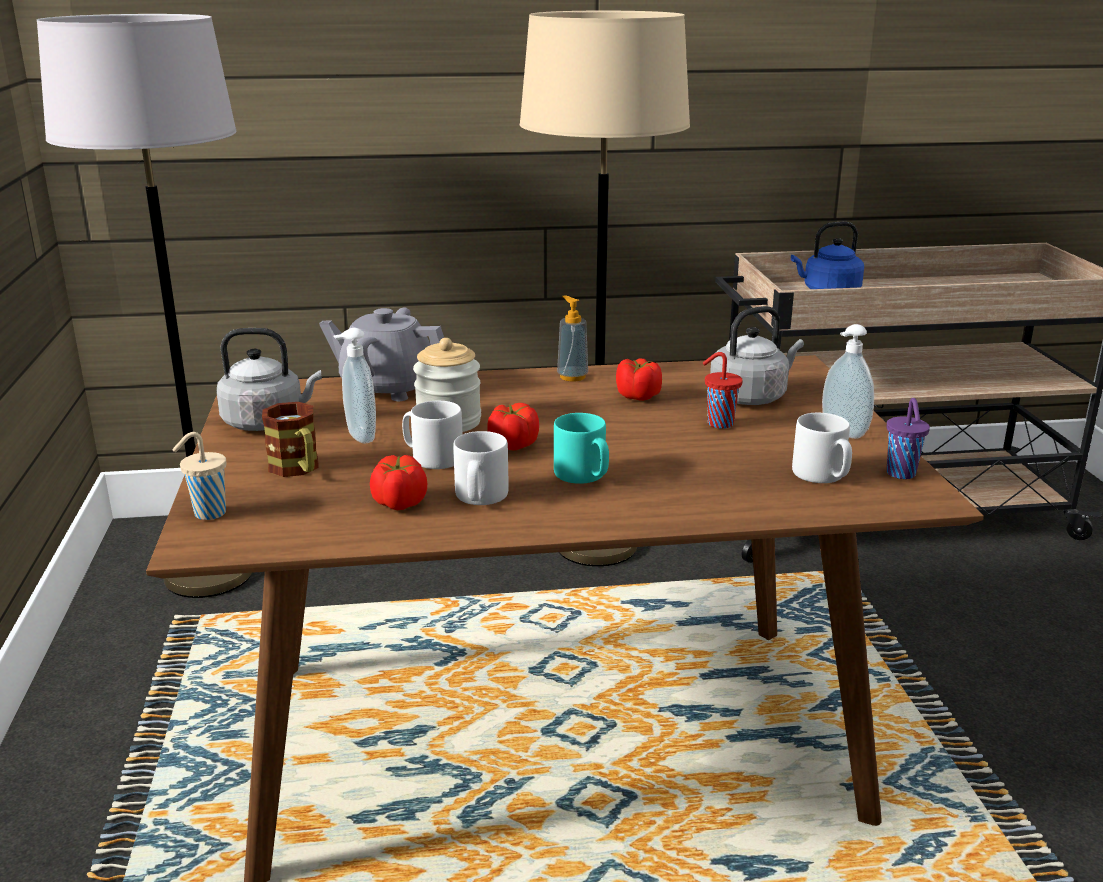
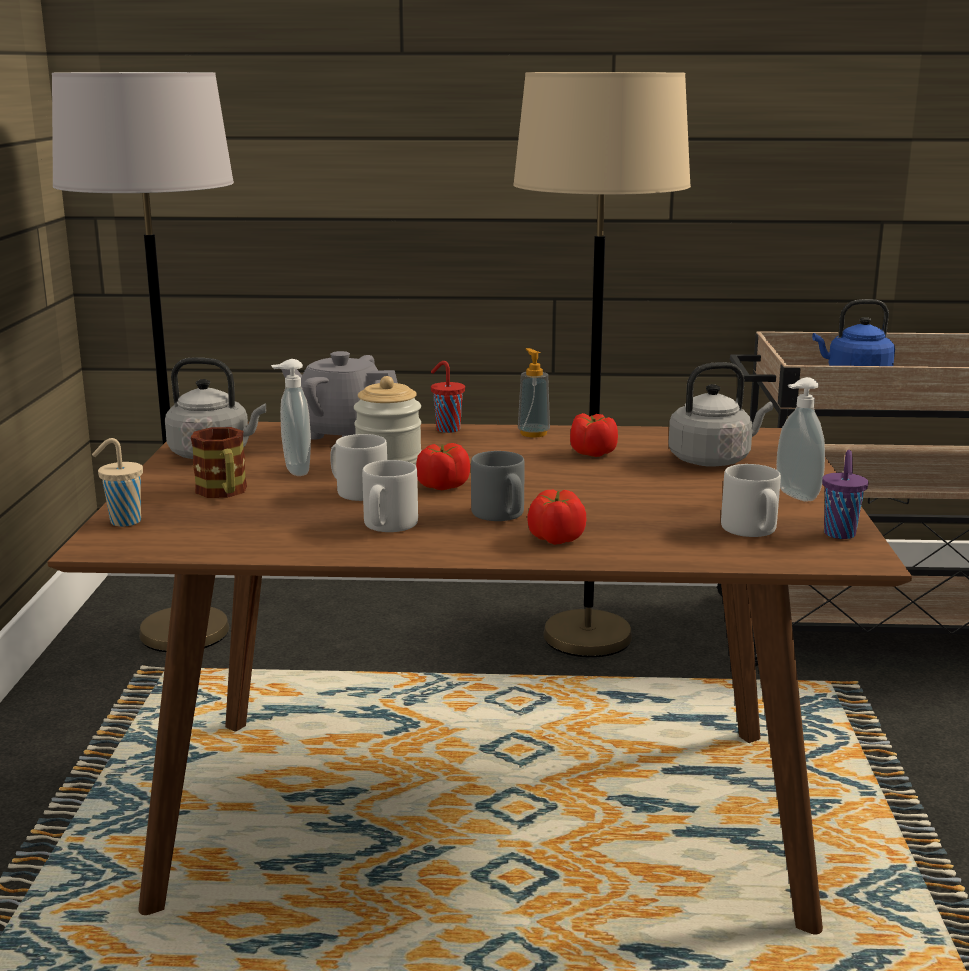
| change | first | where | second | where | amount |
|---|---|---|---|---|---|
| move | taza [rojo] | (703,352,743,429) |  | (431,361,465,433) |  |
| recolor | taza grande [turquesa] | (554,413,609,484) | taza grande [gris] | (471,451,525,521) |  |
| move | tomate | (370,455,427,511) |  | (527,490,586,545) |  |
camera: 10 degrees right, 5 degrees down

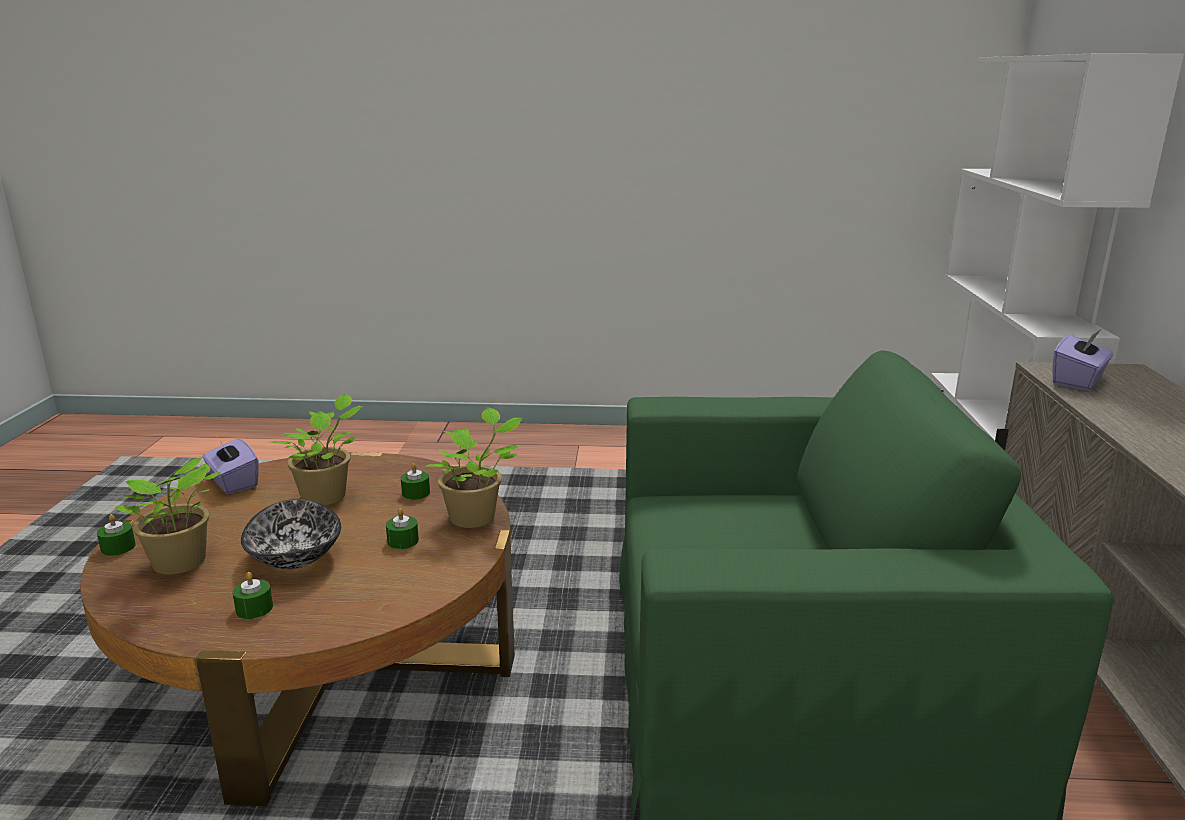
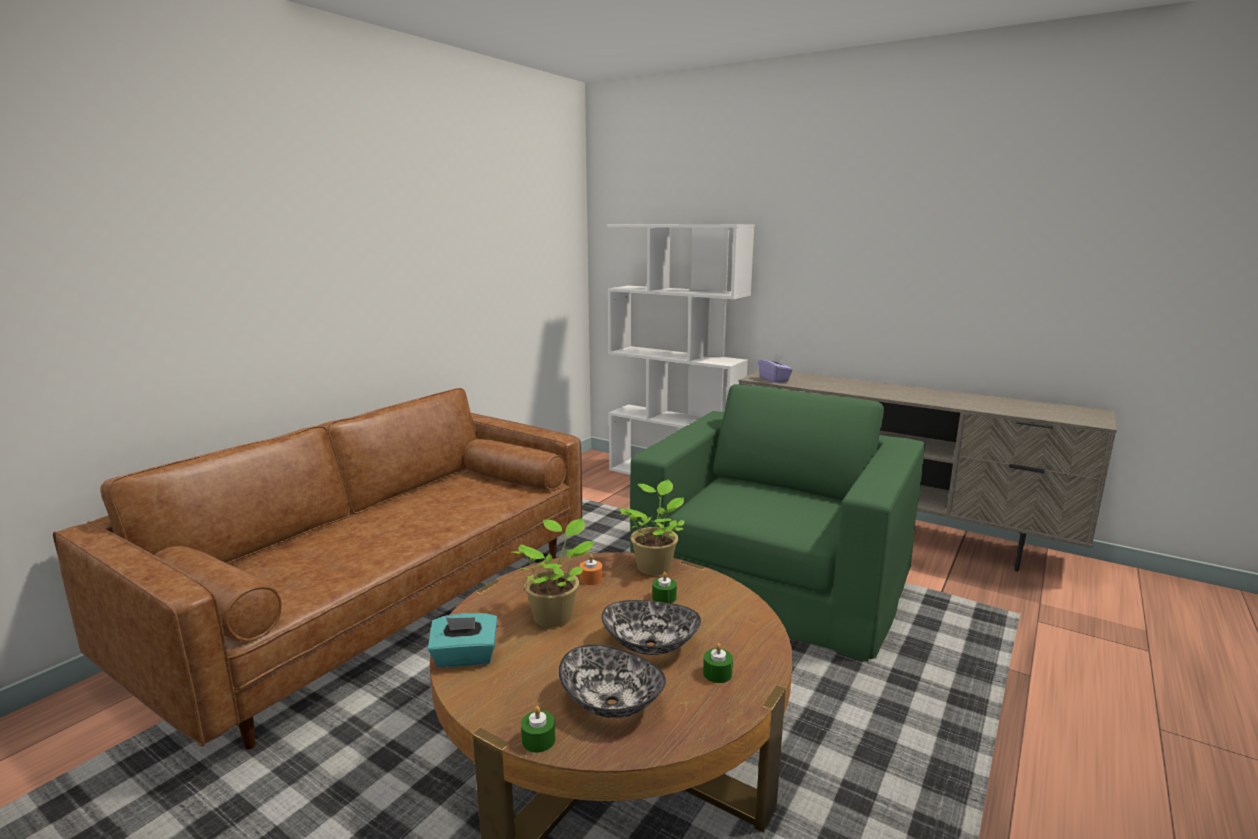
| change | first | where | second | where | amount |
|---|---|---|---|---|---|
| insert |  |  | sofá [marrón] | (53,388,582,750) |  |
| recolor | caja de pañuelos [morado] | (202,436,259,494) | caja de pañuelos [turquesa] | (428,613,498,668) |  |
| replace | planta en maceta | (115,457,221,575) | cuenco | (559,644,666,718) |  |
| recolor | vela [verde] | (401,463,430,500) | vela [naranja] | (580,554,603,585) |  |
camera: 60 degrees left, 5 degrees down

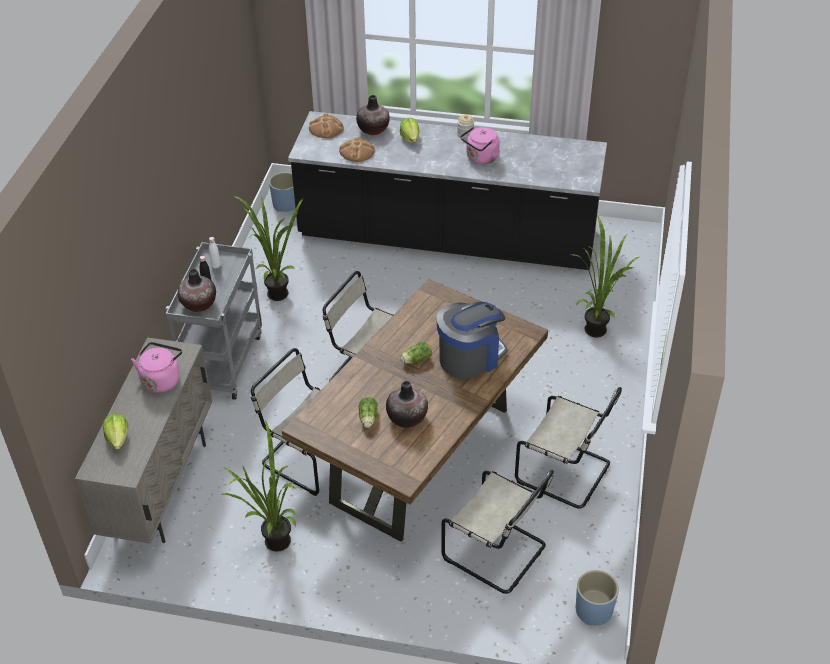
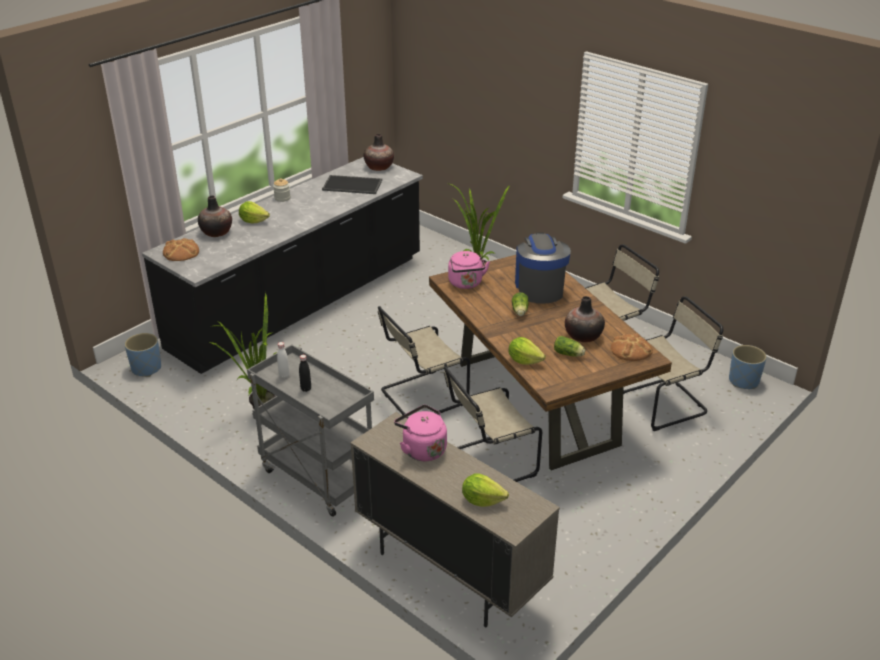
| change | first | where | second | where | amount |
|---|---|---|---|---|---|
| insert |  |  | bandeja | (322,175,382,194) |  |
| move | florero | (178,269,216,312) |  | (363,134,394,171) |  |
| move | hervidor [rosa] | (460,127,500,164) |  | (448,251,490,289) |  |
| insert |  |  | lechuga | (508,337,546,365) |  |
| move | pan | (339,137,375,162) |  | (611,333,653,361) |  |
| delete | planta en maceta | (221,420,297,552) |  |  |  |
camera: 60 degrees left, 10 degrees down

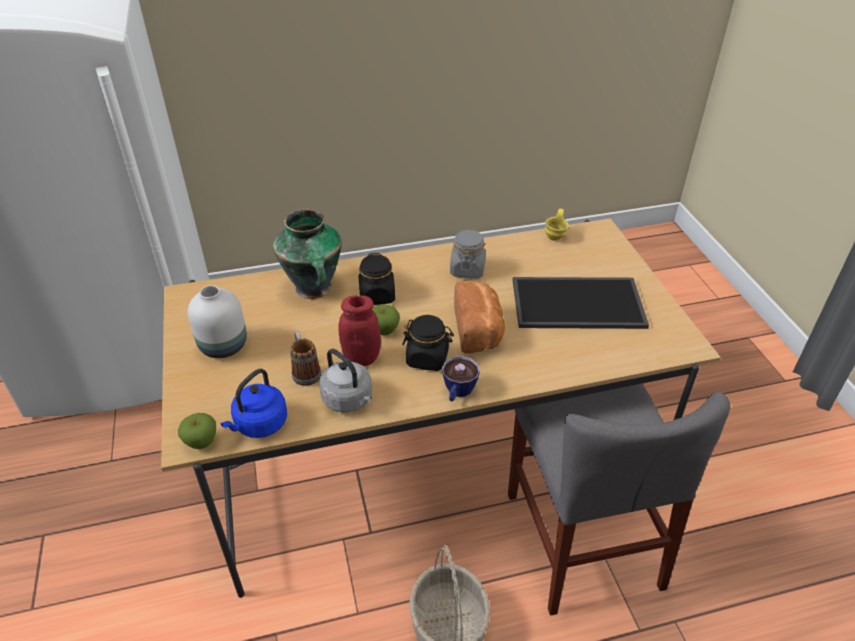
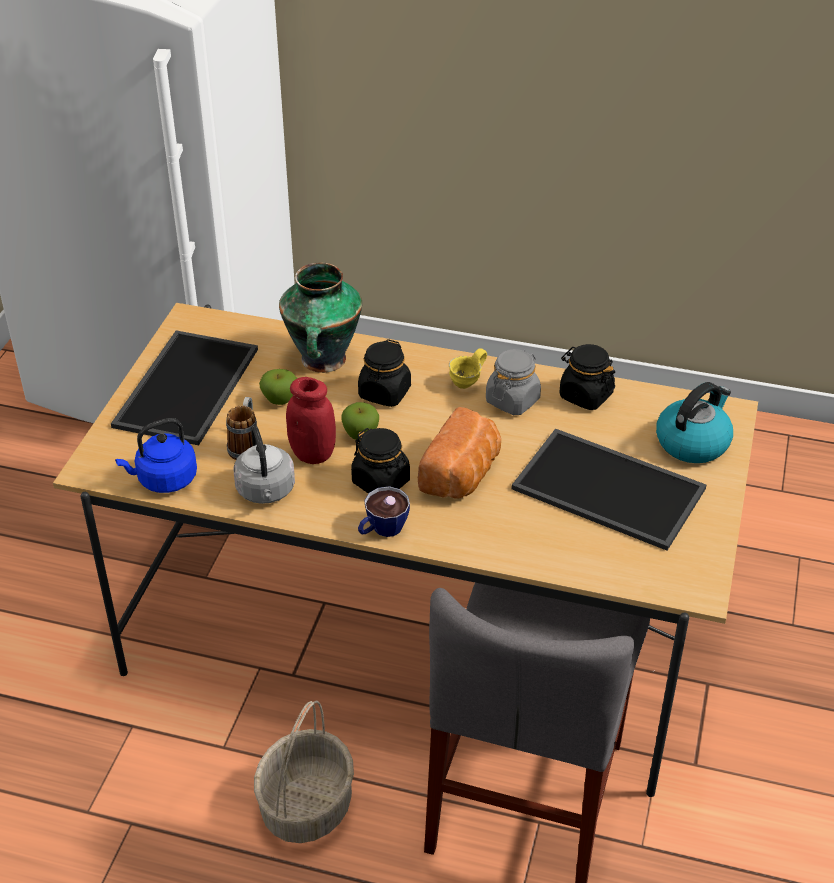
| change | first | where | second | where | amount |
|---|---|---|---|---|---|
| replace | florero [blanco] | (188,285,247,358) | bandeja | (111,330,258,445) |  |
| move | manzana | (178,413,216,449) |  | (259,369,297,405) |  |
| move | taza grande [amarillo] | (545,209,569,241) |  | (449,348,487,389) |  |
| insert |  |  | tarro [negro] | (559,344,615,410) |  |
| insert |  |  | hervidor | (656,382,733,463) |  |
camera: 30 degrees right, 0 degrees up

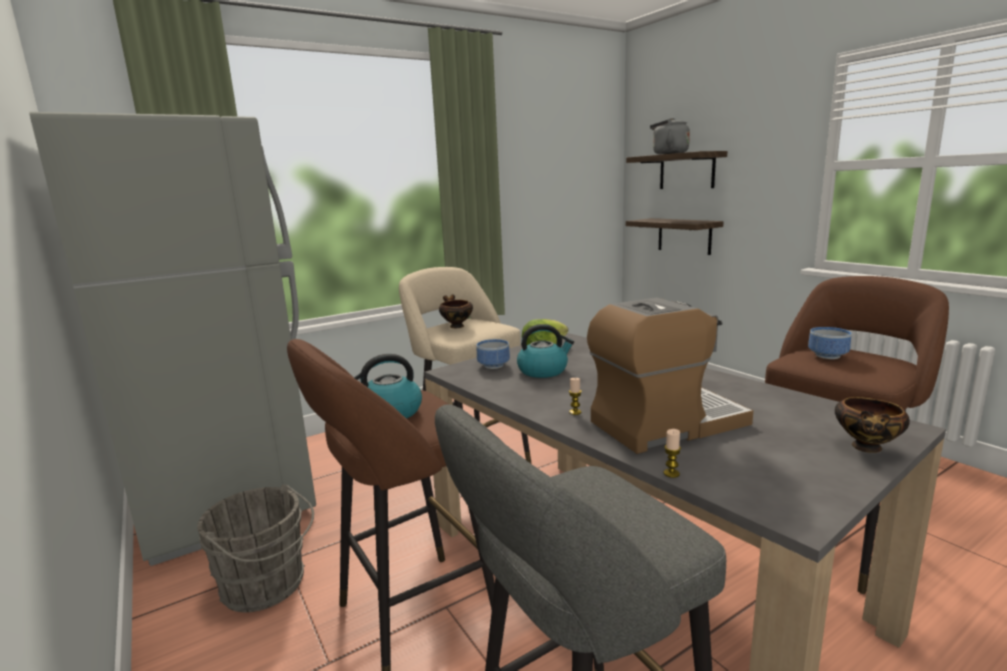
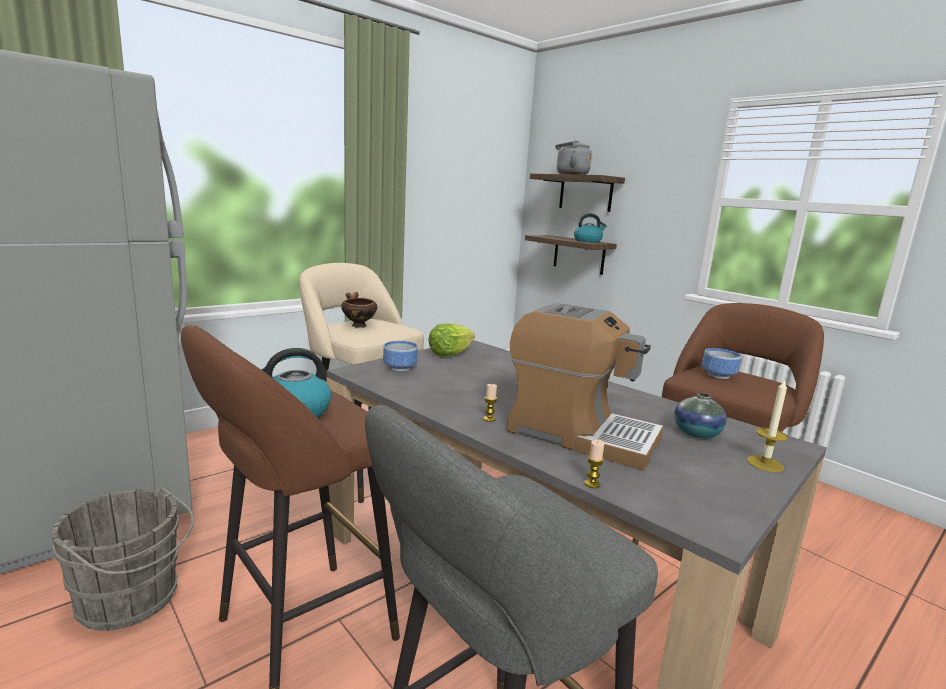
| change | first | where | second | where | amount |
|---|---|---|---|---|---|
| rotate | cafetera | (587,298,753,454) |  | (506,303,664,471) | 60 degrees clockwise |
| move | hervidor | (517,324,574,378) |  | (574,213,606,243) |  |
| insert |  |  | florero | (674,393,727,439) |  |
| replace | cuenco | (835,397,910,453) | vela | (747,379,788,472) |  |
camera: 10 degrees left, 0 degrees up

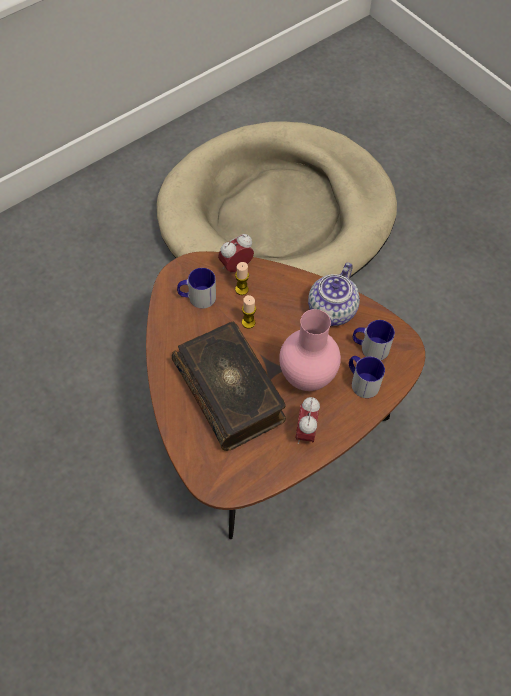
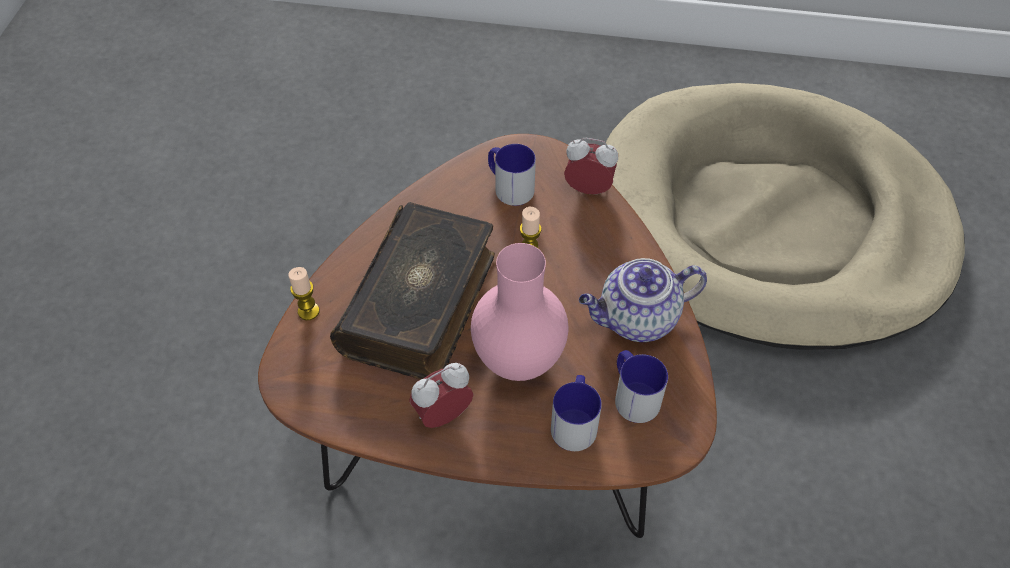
| change | first | where | second | where | amount |
|---|---|---|---|---|---|
| move | vela | (235,262,249,295) |  | (288,267,320,320) |  |
camera: 50 degrees right, 5 degrees down

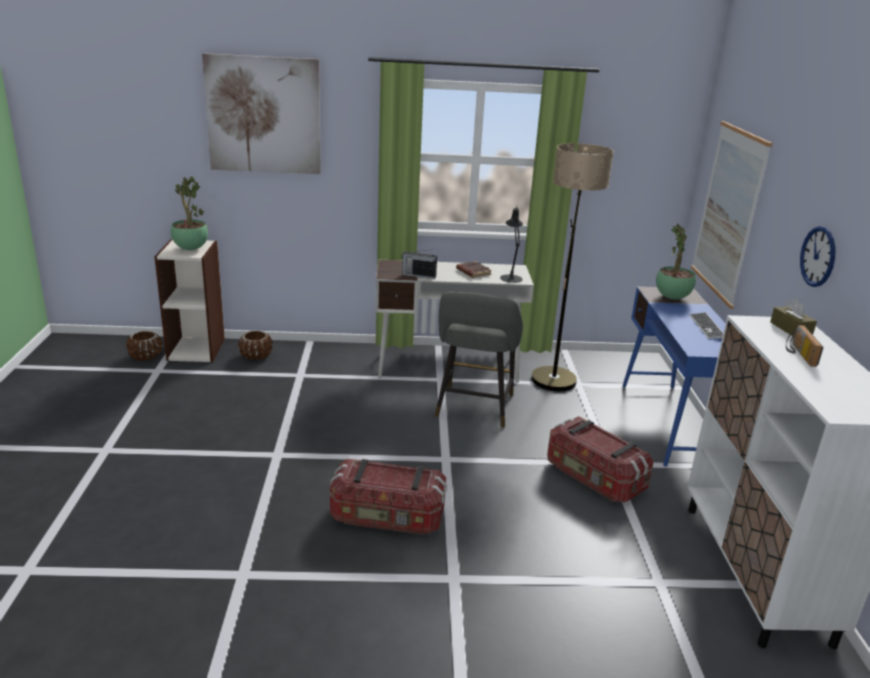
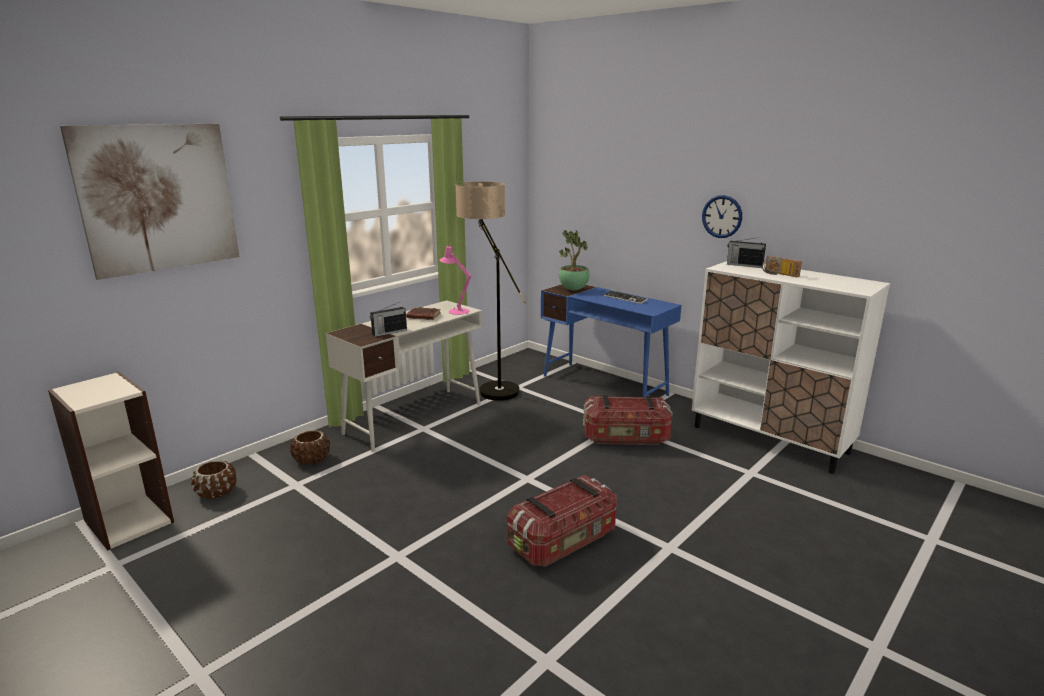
| change | first | where | second | where | amount |
|---|---|---|---|---|---|
| move | maceta [marrón] | (126,331,162,361) |  | (290,430,330,465) |  |
| recolor | lámpara de mesa [negro] | (500,206,523,283) | lámpara de mesa [rosa] | (440,244,471,315) |  |
| replace | caja de pañuelos [marrón] | (770,299,817,336) | radio | (727,237,766,268) |  |
| delete | planta en maceta | (171,176,208,250) |  |  |  |
| delete | taburete [gris] | (435,292,523,428) |  |  |  |
| delete | cuadro | (691,121,772,309) |  |  |  |
camera: 45 degrees left, 5 degrees down

